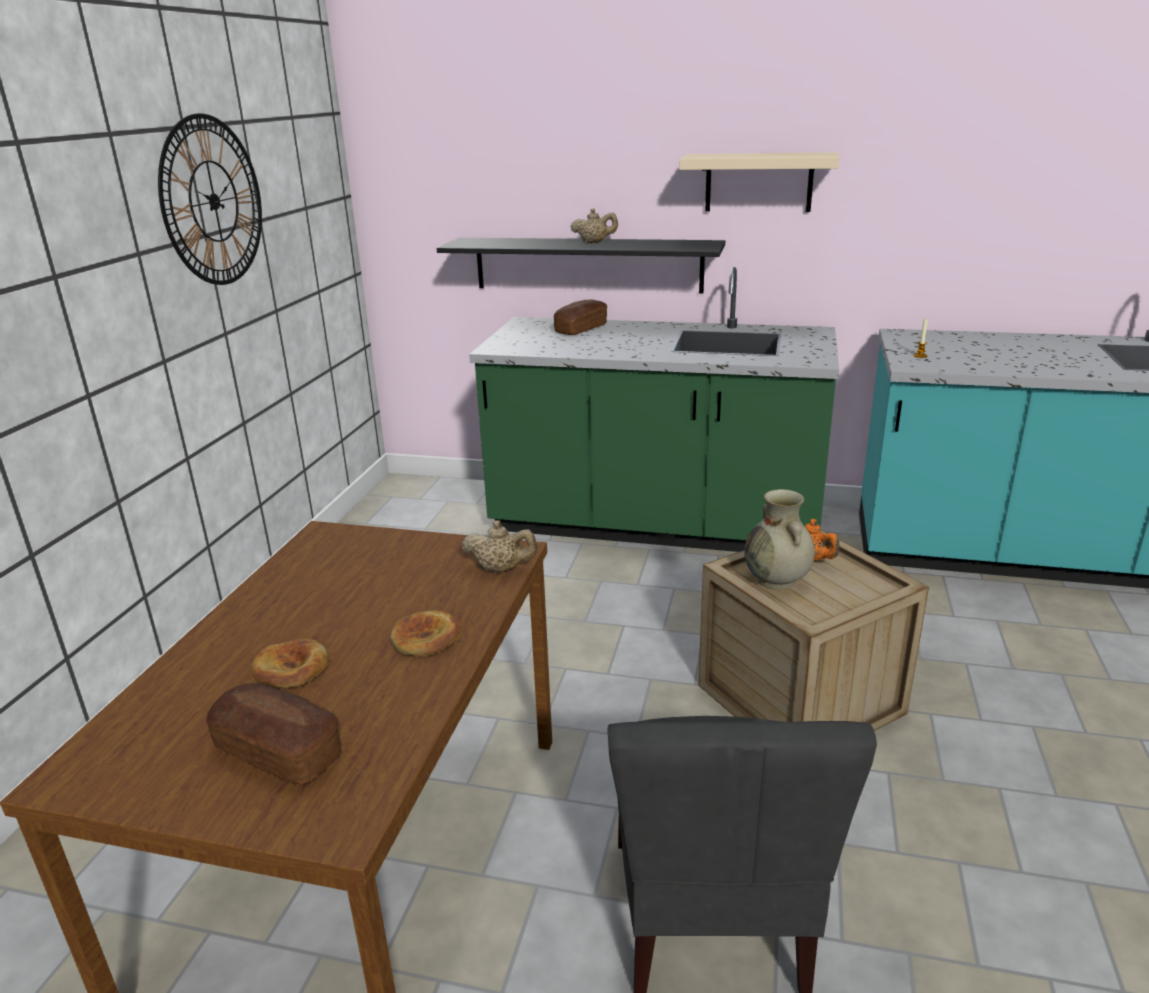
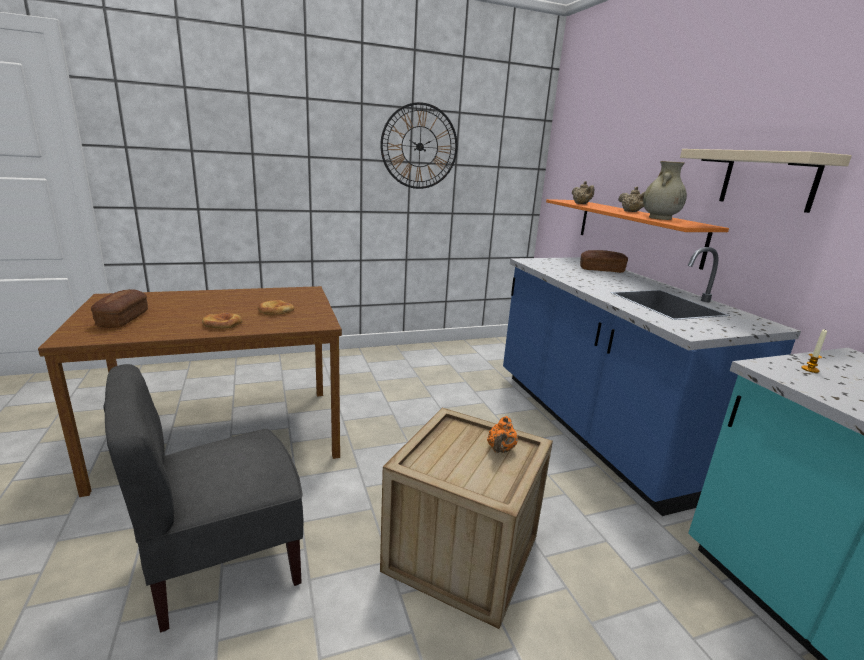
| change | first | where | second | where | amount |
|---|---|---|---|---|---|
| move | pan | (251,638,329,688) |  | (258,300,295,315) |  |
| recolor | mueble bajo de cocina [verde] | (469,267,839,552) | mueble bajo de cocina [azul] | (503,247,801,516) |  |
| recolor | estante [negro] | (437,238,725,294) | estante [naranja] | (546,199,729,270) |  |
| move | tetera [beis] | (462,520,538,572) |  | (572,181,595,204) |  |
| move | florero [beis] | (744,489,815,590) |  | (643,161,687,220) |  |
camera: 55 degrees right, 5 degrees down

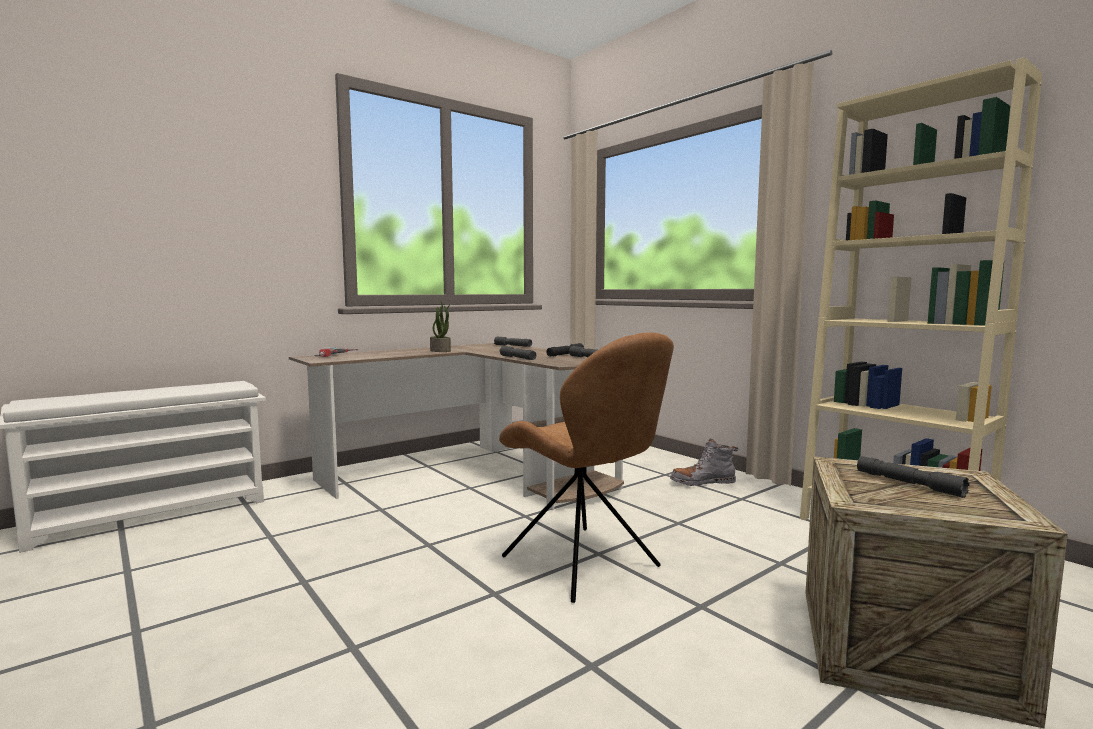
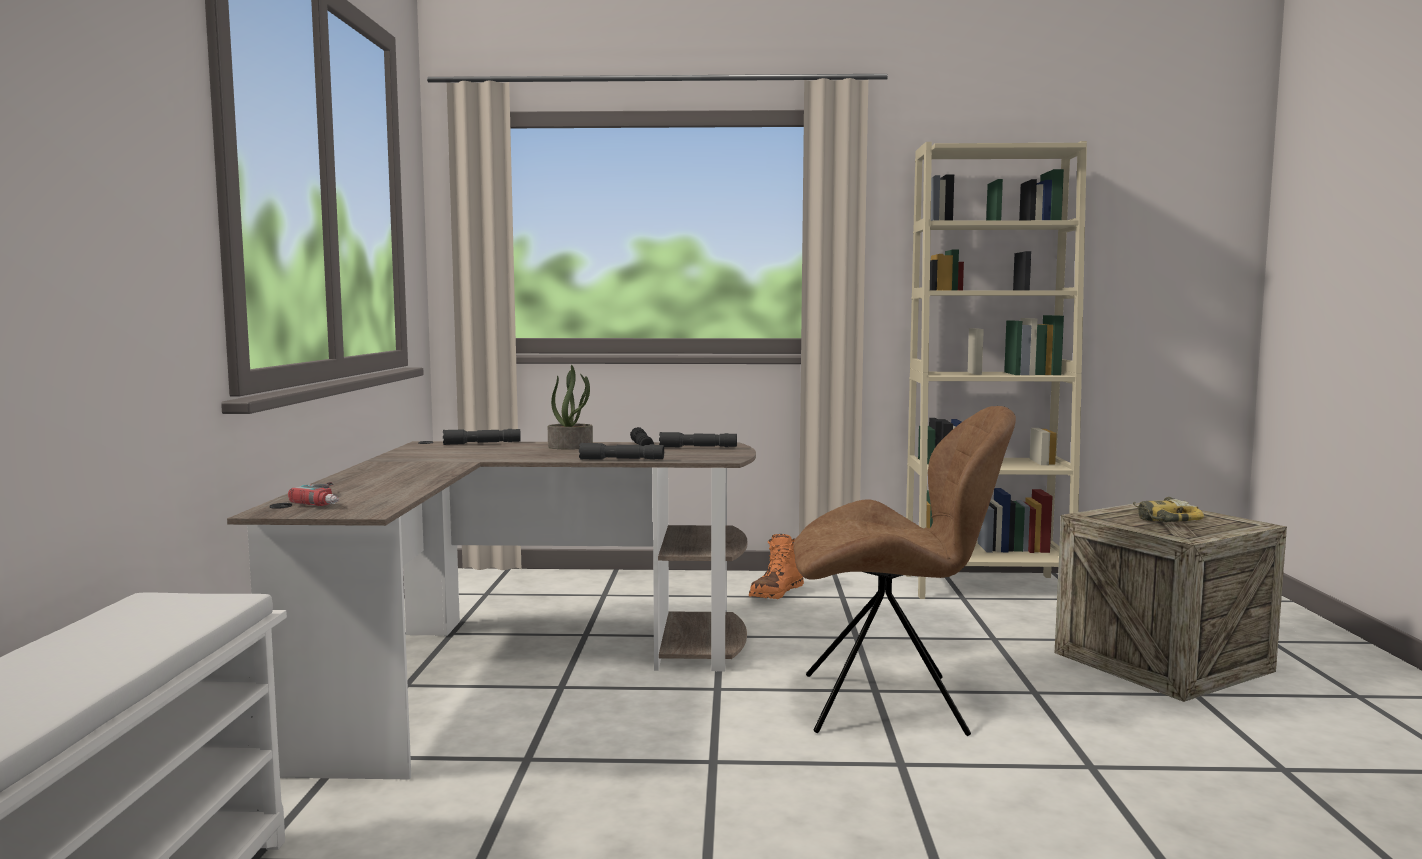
| change | first | where | second | where | amount |
|---|---|---|---|---|---|
| move | planta en maceta | (430,300,451,352) |  | (548,365,593,449) |  |
| recolor | bota [gris] | (670,438,738,486) | bota [naranja] | (749,534,804,599) |  |
| replace | linterna [gris] | (857,456,969,498) | taladro | (1133,497,1204,522) |  |
camera: 50 degrees left, 0 degrees up

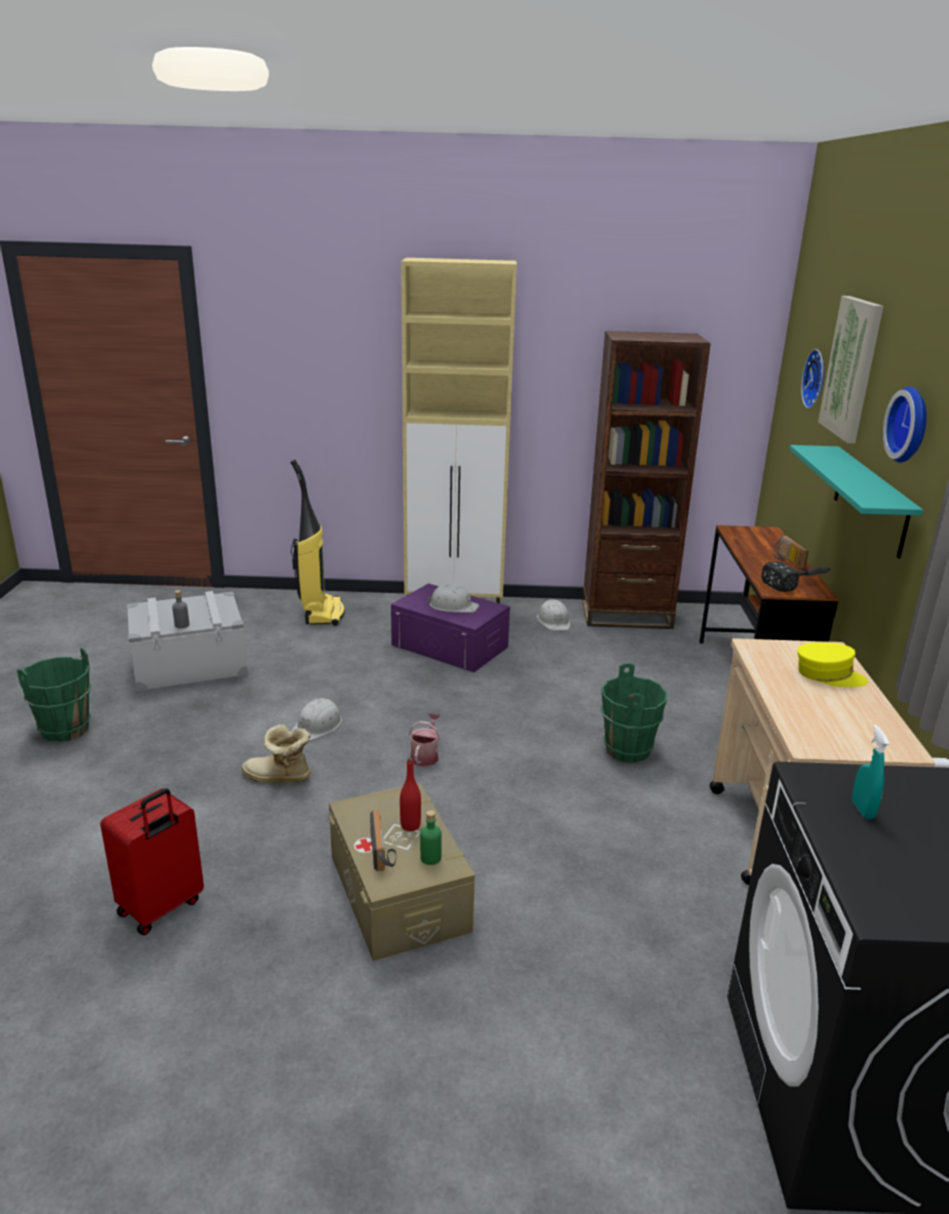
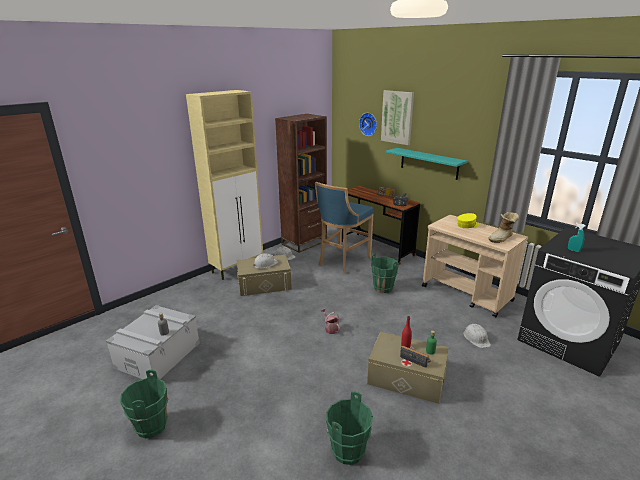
| change | first | where | second | where | amount |
|---|---|---|---|---|---|
| recolor | caja de almacenaje [morado] | (391,583,510,672) | caja de almacenaje [beis] | (237,255,292,296) |  |
| insert |  |  | taburete [azul] | (315,182,374,273) |  |
| replace | maleta [rojo] | (100,788,204,935) | cubo [verde] | (326,391,373,465) |  |
| move | casco [blanco] | (291,698,342,741) |  | (463,324,491,348) |  |
| move | bota | (242,724,311,782) |  | (488,212,519,243) |  |
| delete | aspiradora | (290,459,345,626) |  |  |  |
| delete | reloj de pared | (883,386,927,463) |  |  |  |
camera: 45 degrees left, 0 degrees up

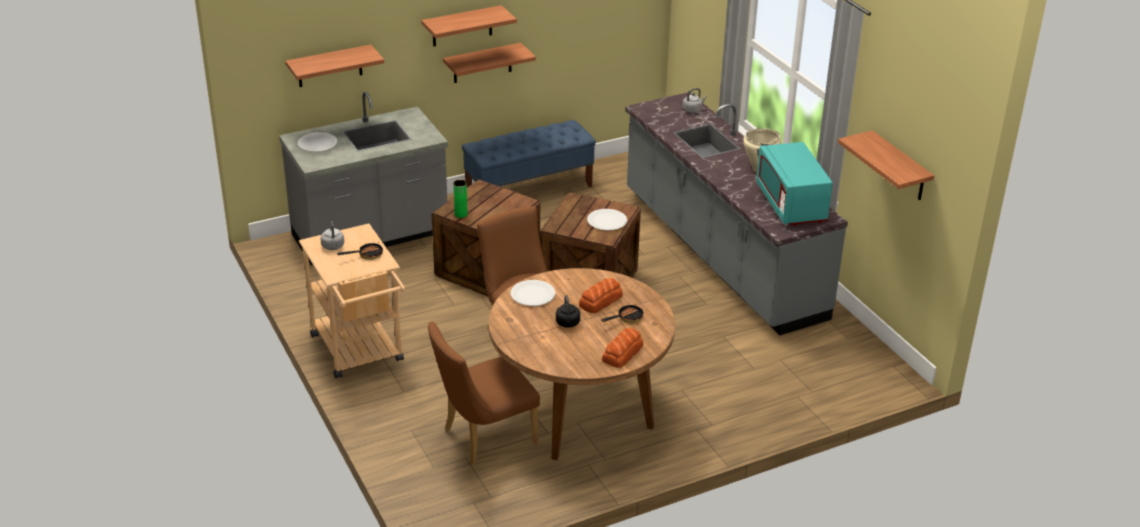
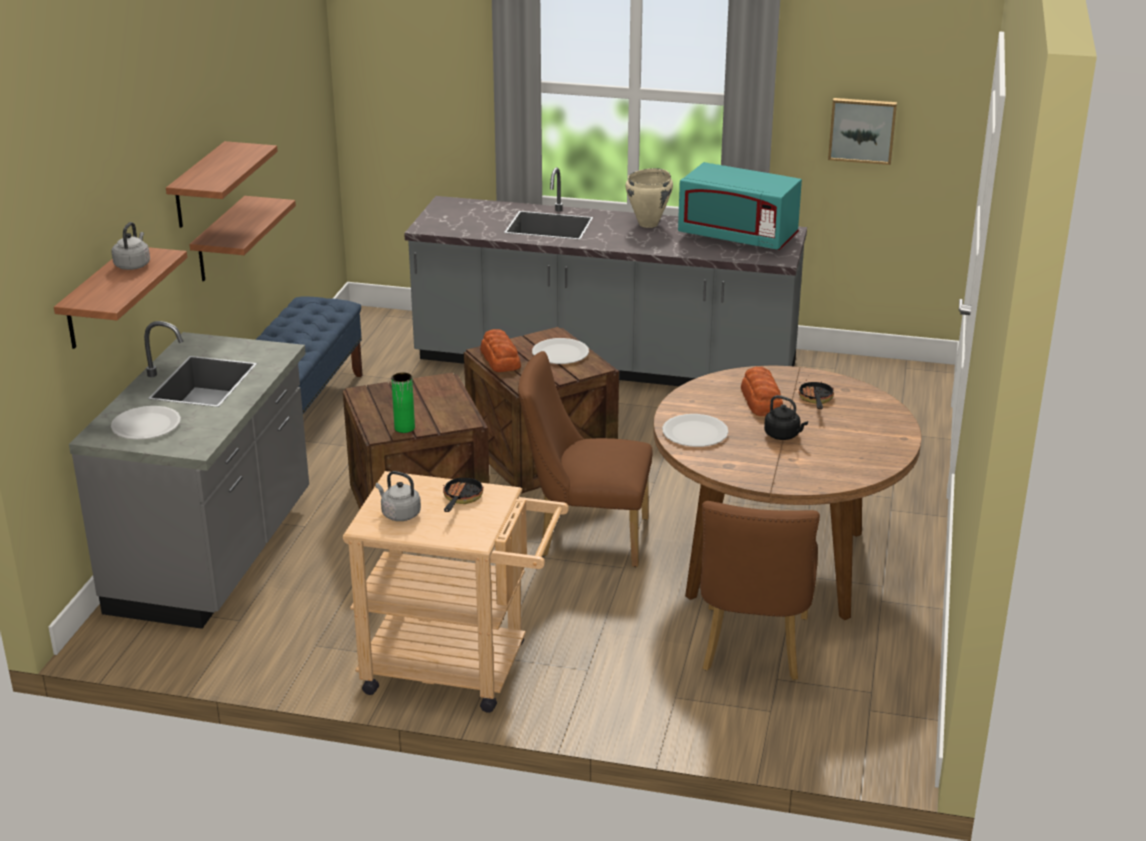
| change | first | where | second | where | amount |
|---|---|---|---|---|---|
| move | hervidor [gris] | (682,88,707,113) |  | (111,222,150,270) |  |
| move | pan | (602,328,643,368) |  | (480,329,521,372) |  |
| replace | estante | (838,130,935,200) | cuadro | (828,98,897,165) |  |
camera: 50 degrees left, 5 degrees down

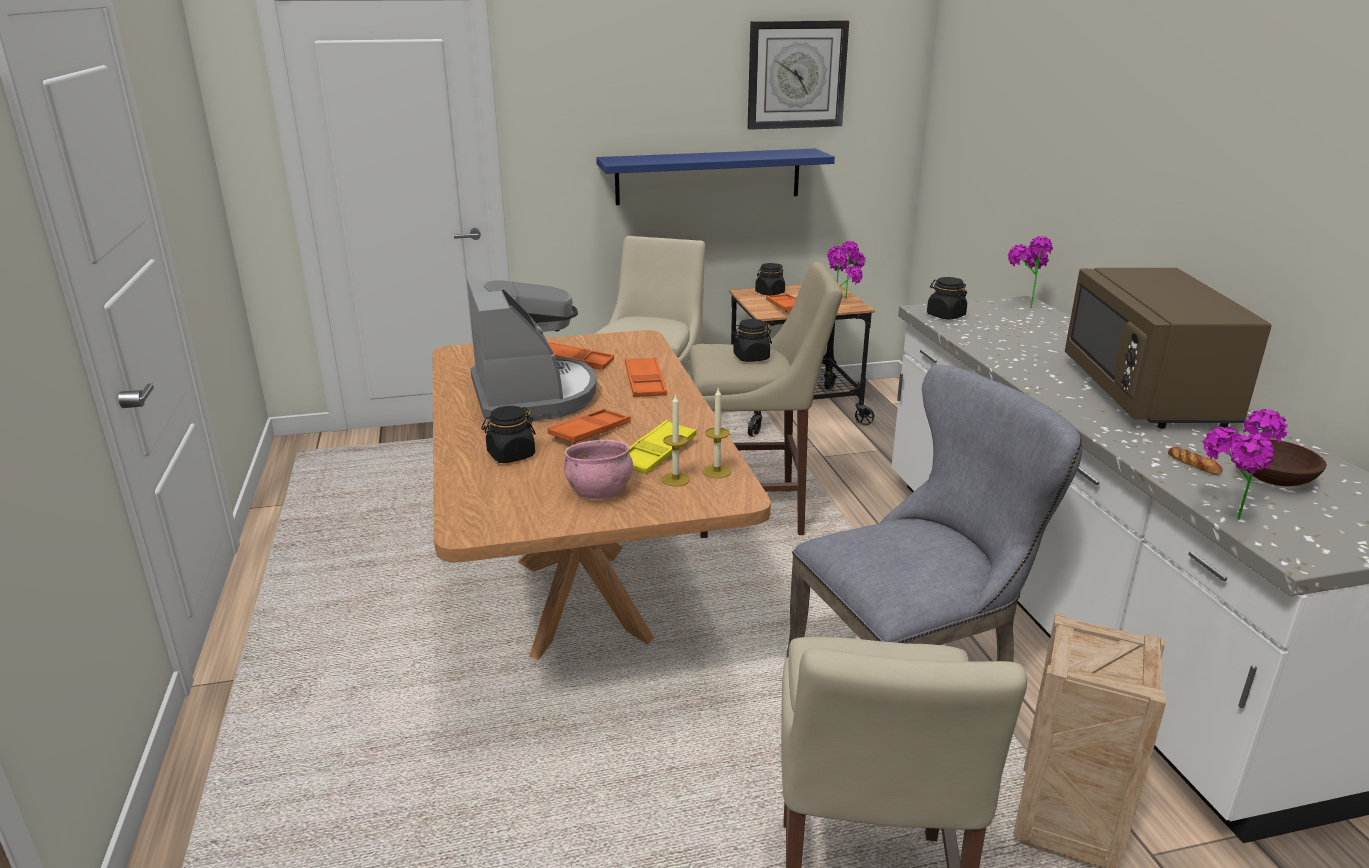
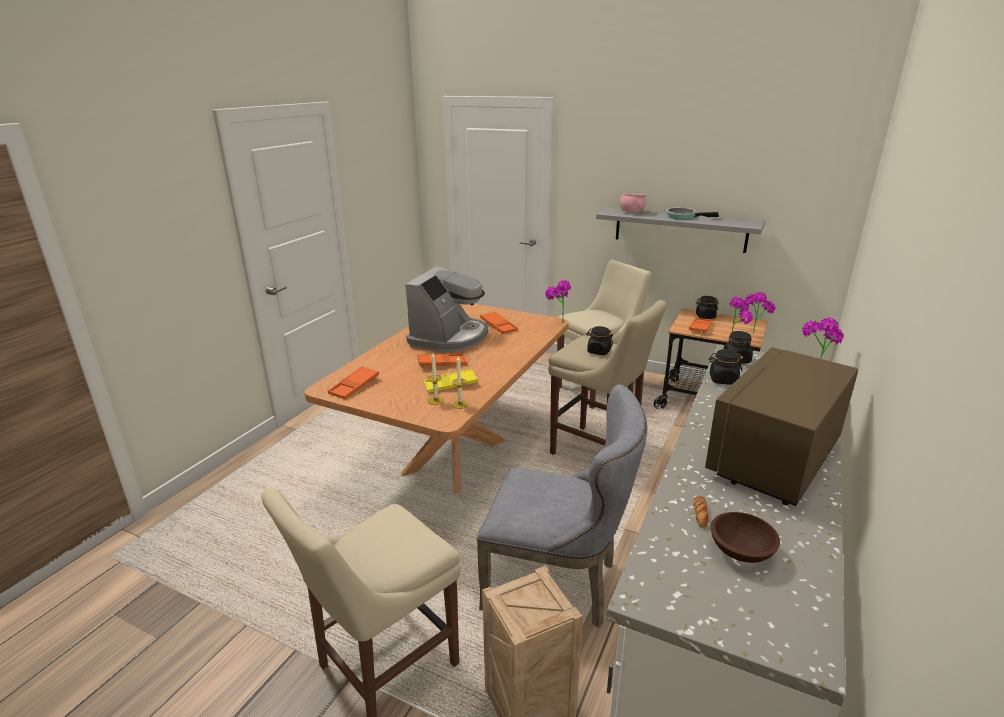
| change | first | where | second | where | amount |
|---|---|---|---|---|---|
| move | bandeja [naranja] | (625,357,667,397) |  | (328,366,379,399) |  |
| move | planta en maceta | (1203,409,1288,520) |  | (545,280,571,324) |  |
| recolor | estante [azul] | (596,148,835,205) | estante [gris] | (596,208,765,253) |  |
| move | cuenco [rosa] | (564,440,633,499) |  | (619,193,647,212) |  |
| insert |  |  | sartén | (666,208,719,220) |  |
| move | tarro [negro] | (481,406,536,463) |  | (709,349,743,384) |  |
| delete | reloj de pared | (748,20,849,130) |  |  |  |
camera: 40 degrees right, 0 degrees up

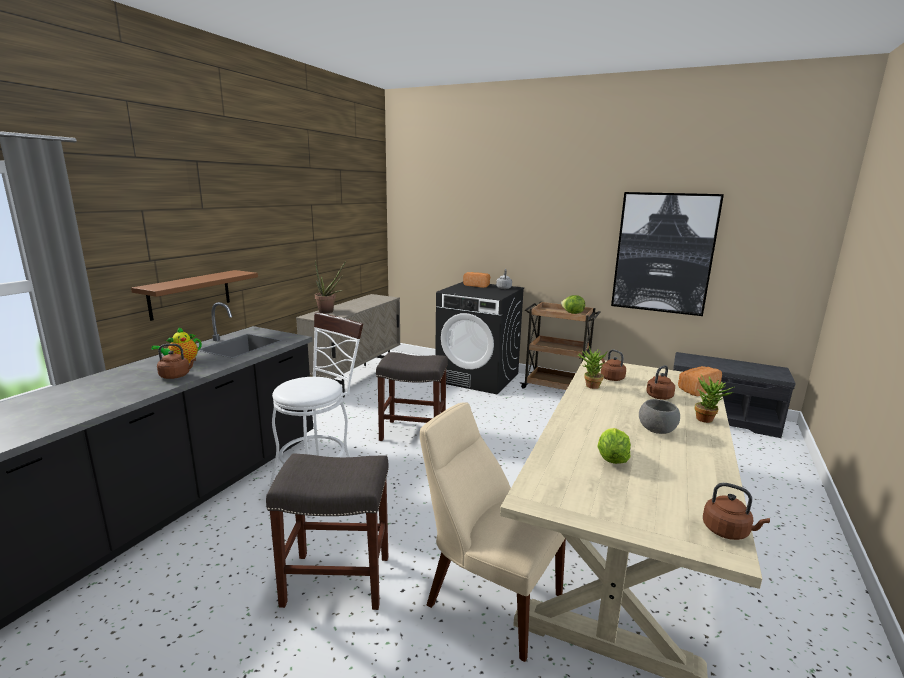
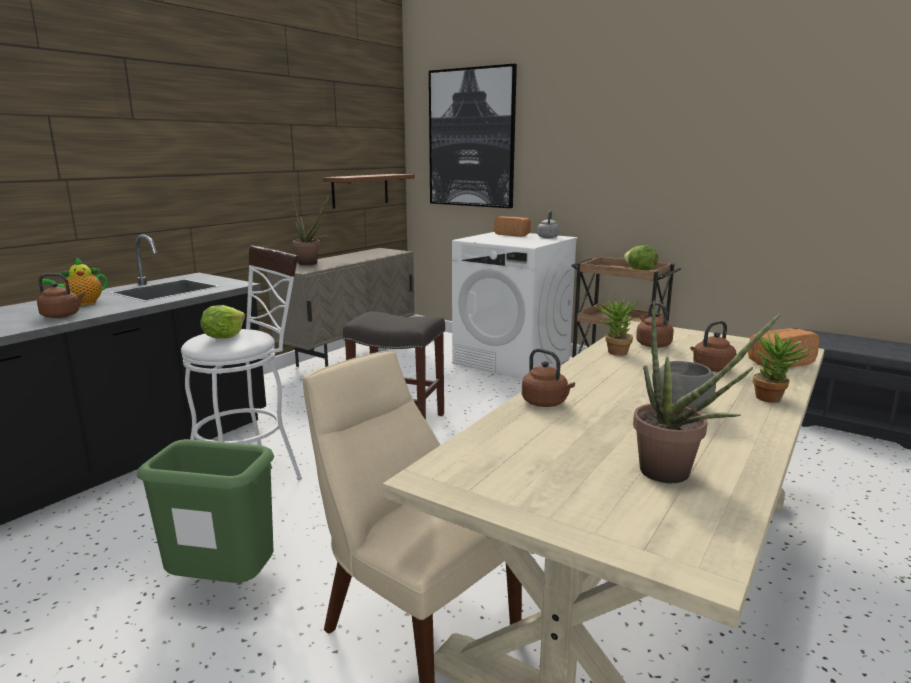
| change | first | where | second | where | amount |
|---|---|---|---|---|---|
| replace | taburete [gris] | (266,453,388,610) | papelera [verde] | (137,439,274,583) |  |
| move | lechuga | (598,428,631,464) |  | (200,305,245,339) |  |
| move | estante [marrón] | (131,270,258,321) |  | (323,174,415,209) |  |
| move | cuadro | (611,192,724,316) |  | (429,64,517,208) |  |
| recolor | lavadora [negro] | (435,282,524,395) | lavadora [blanco] | (452,232,578,379) |  |
| move | hervidor [marrón] | (703,483,770,540) |  | (522,349,575,407) |  |
| insert |  |  | planta en maceta | (633,300,781,483) |  |
camera: 10 degrees right, 0 degrees up

